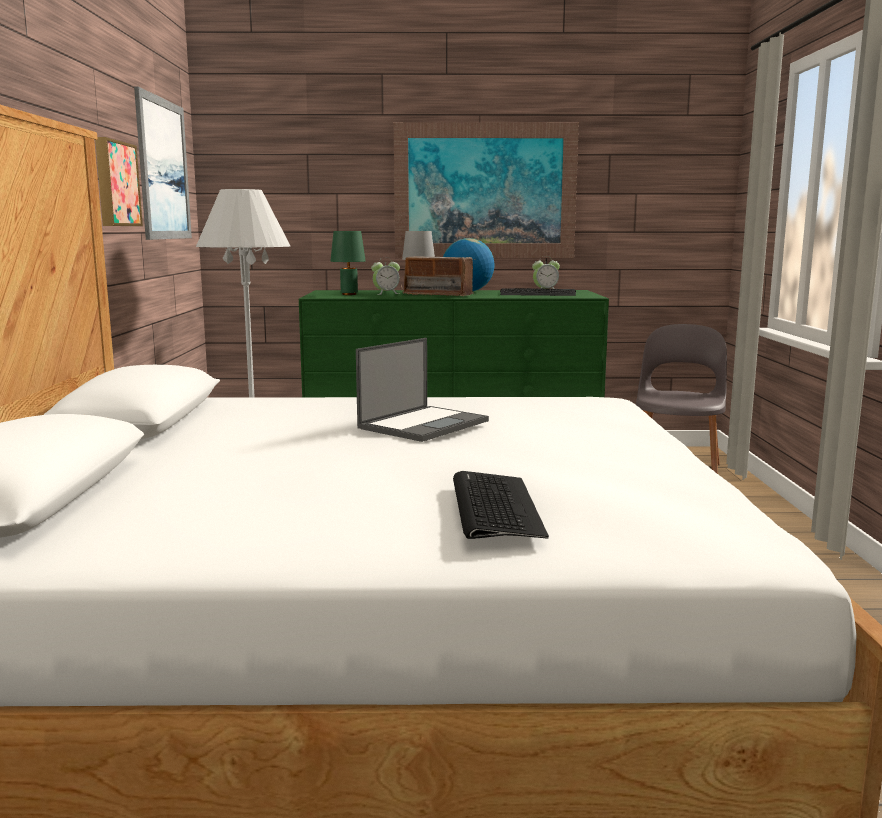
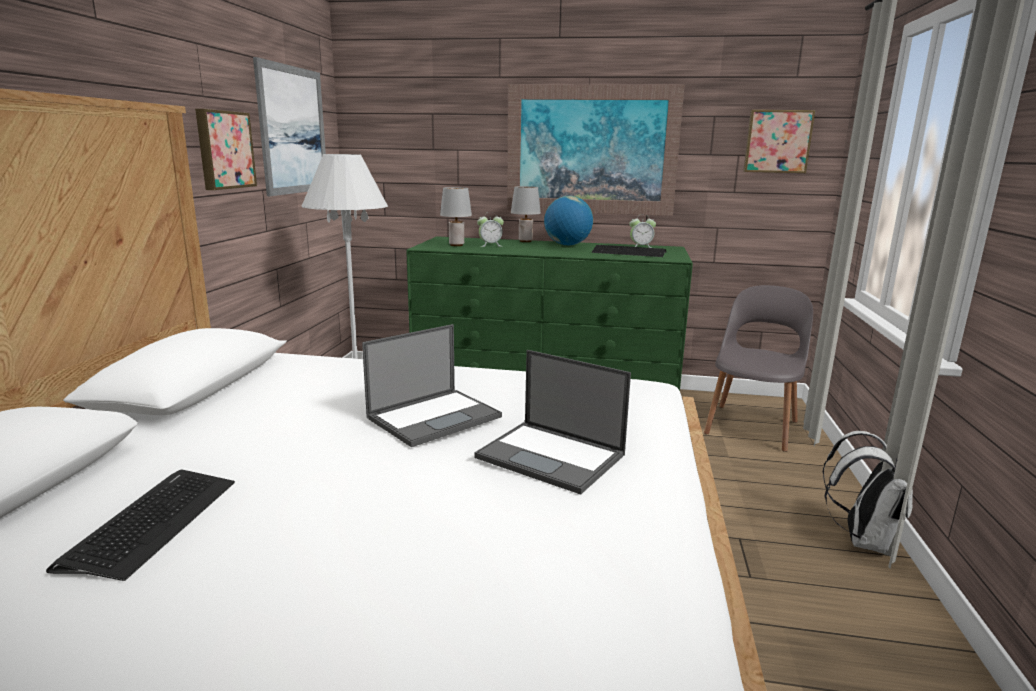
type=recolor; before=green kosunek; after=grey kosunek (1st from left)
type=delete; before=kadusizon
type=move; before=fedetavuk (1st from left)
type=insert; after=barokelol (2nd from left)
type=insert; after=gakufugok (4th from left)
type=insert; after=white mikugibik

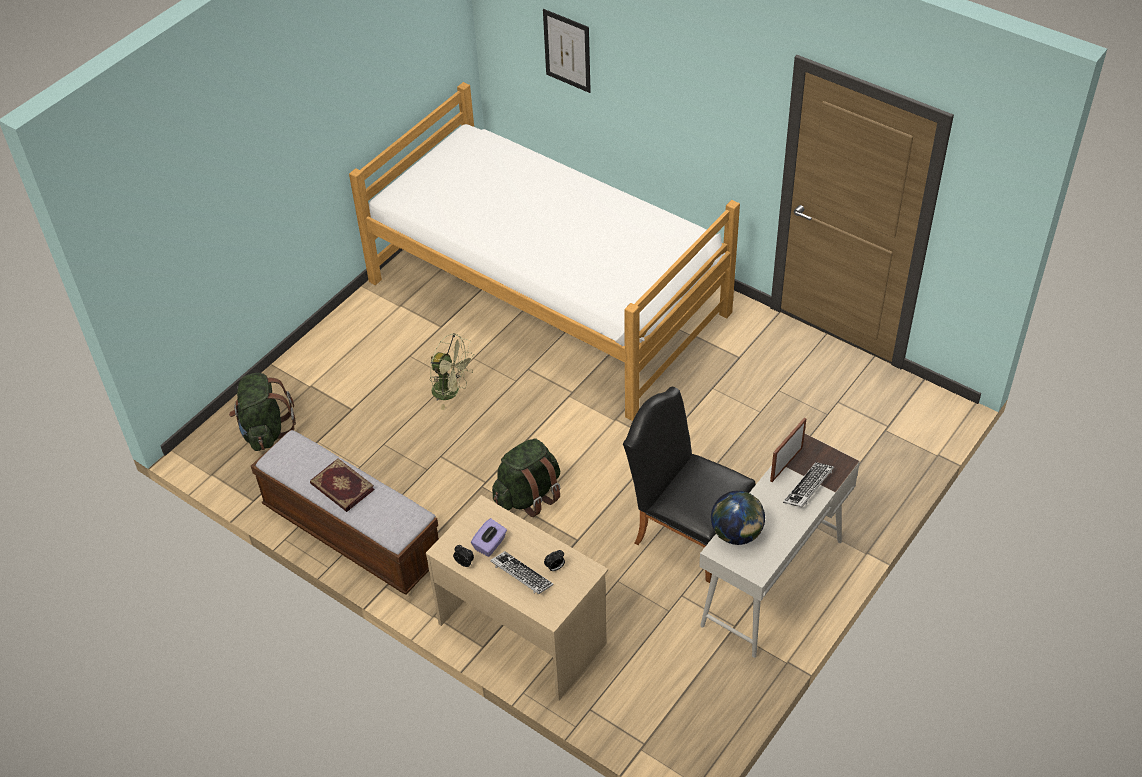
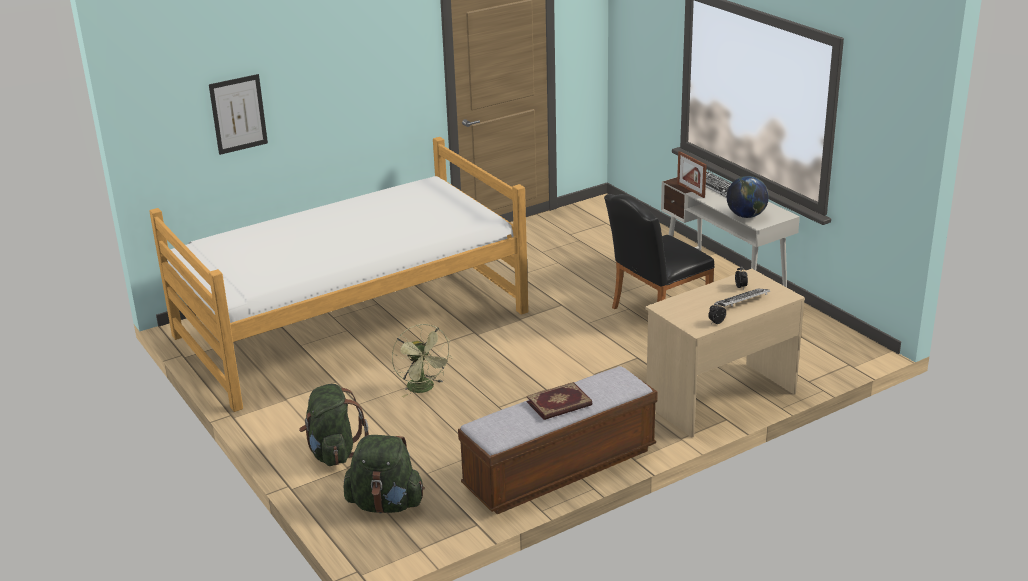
type=rotate; before=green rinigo; turn=105
type=delete; before=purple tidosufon
type=move; before=green mikugibik (2nd from left in the first image); after=green mikugibik (1st from left)

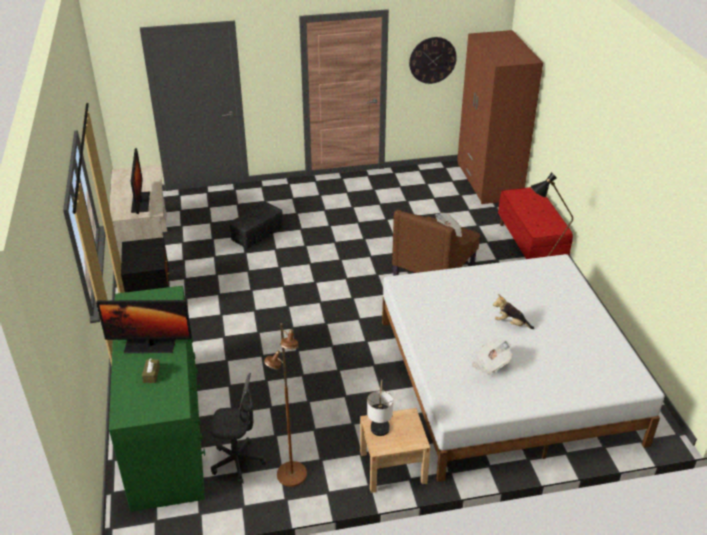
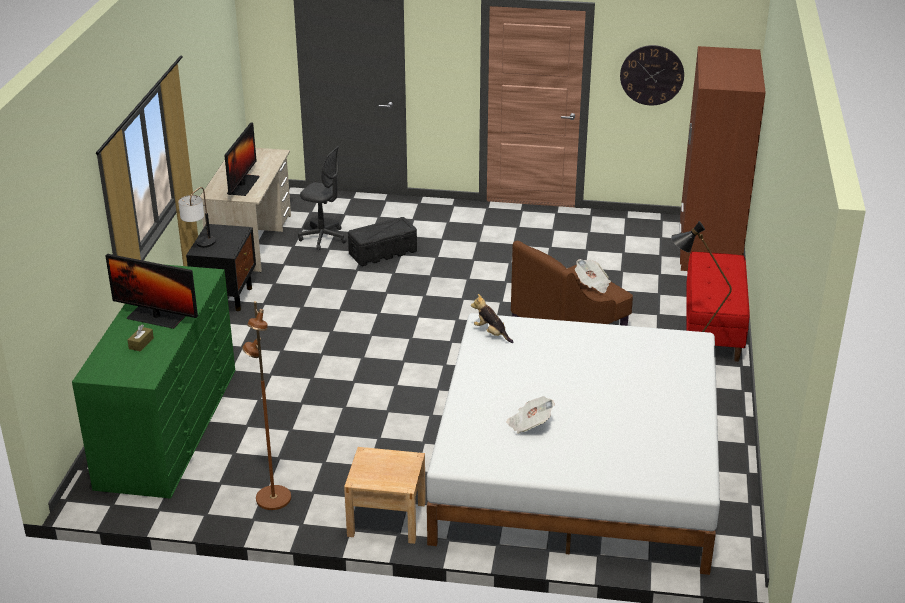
type=move; before=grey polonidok
type=move; before=kosunek
type=move; before=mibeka

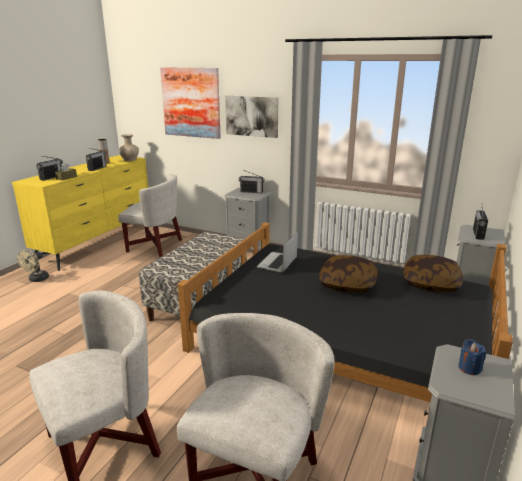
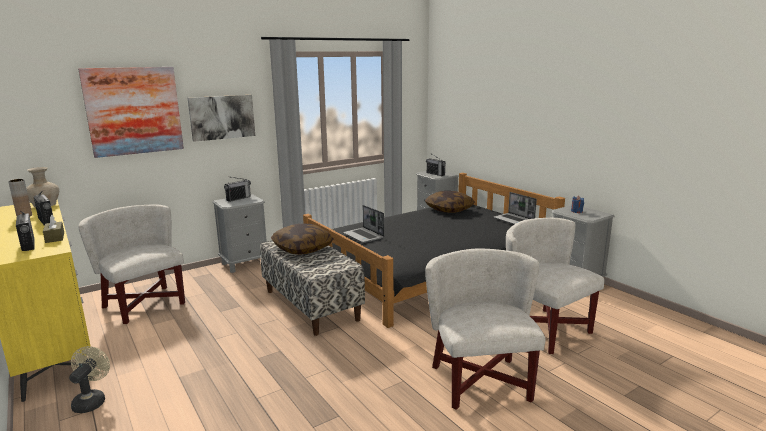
type=rotate; before=beige rinigo; turn=-135
type=rotate; before=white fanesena (2nd from left in the first image); turn=-90
type=move; before=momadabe (1st from left)
type=insert; after=barokelol (2nd from left)

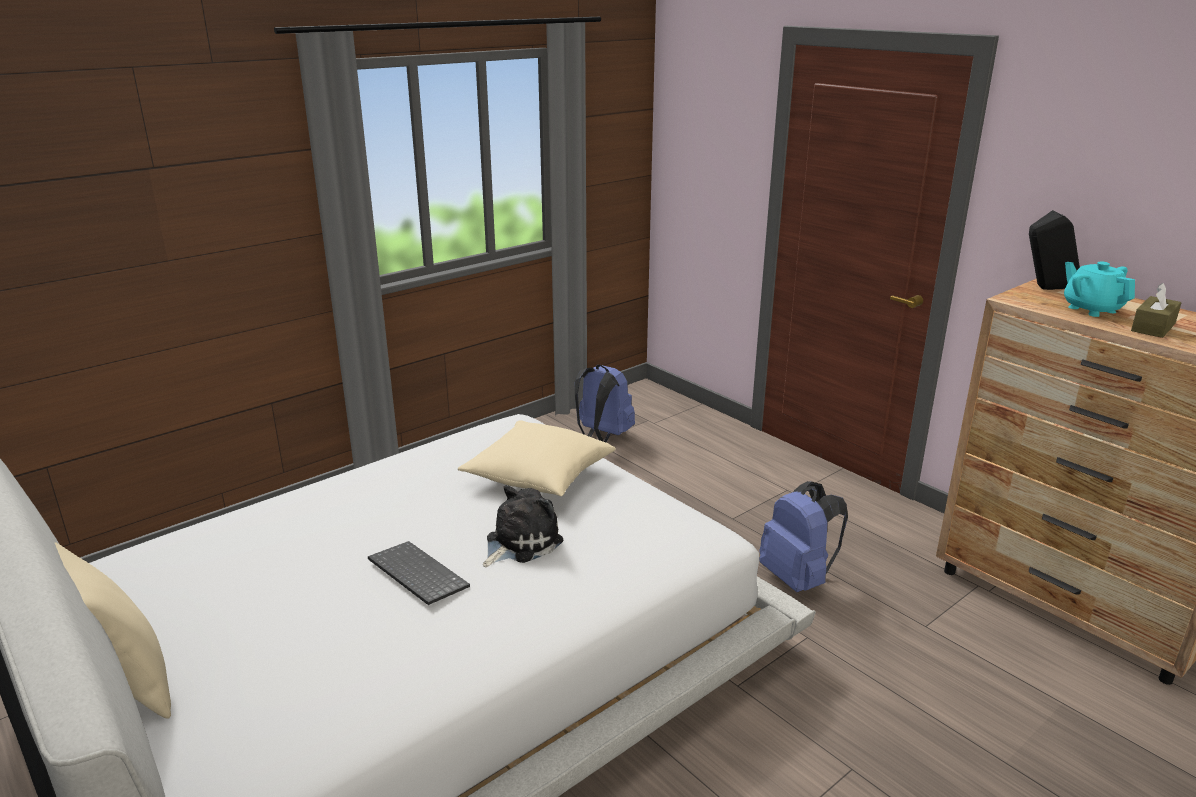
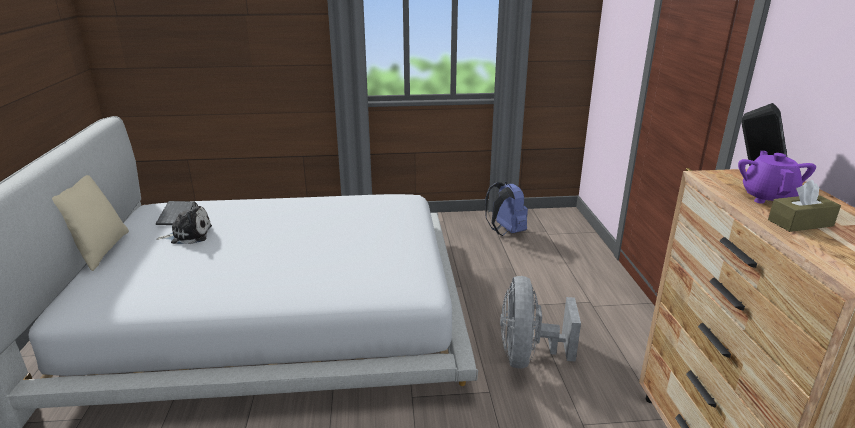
type=move; before=fedetavuk
type=delete; before=beige momadabe (2nd from left)
type=move; before=mibeka
type=replace; before=blue mikugibik (2nd from left); after=grey rinigo
type=recolor; before=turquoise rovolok; after=purple rovolok

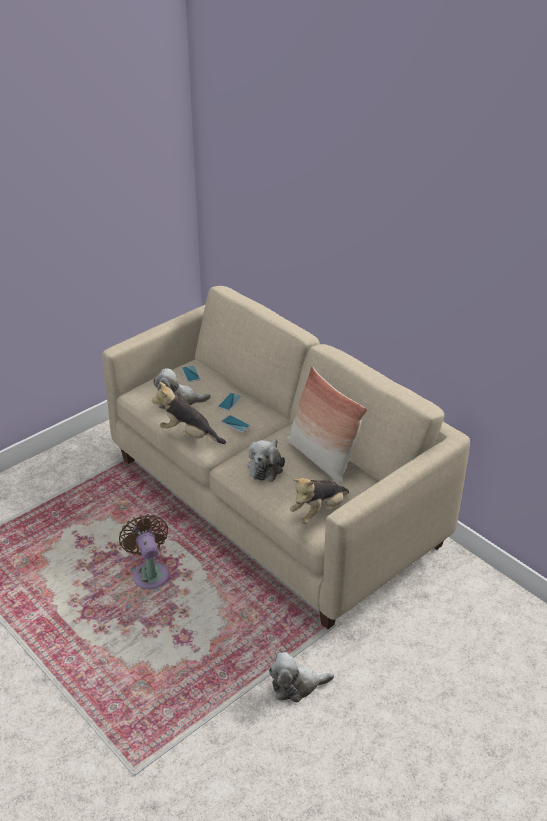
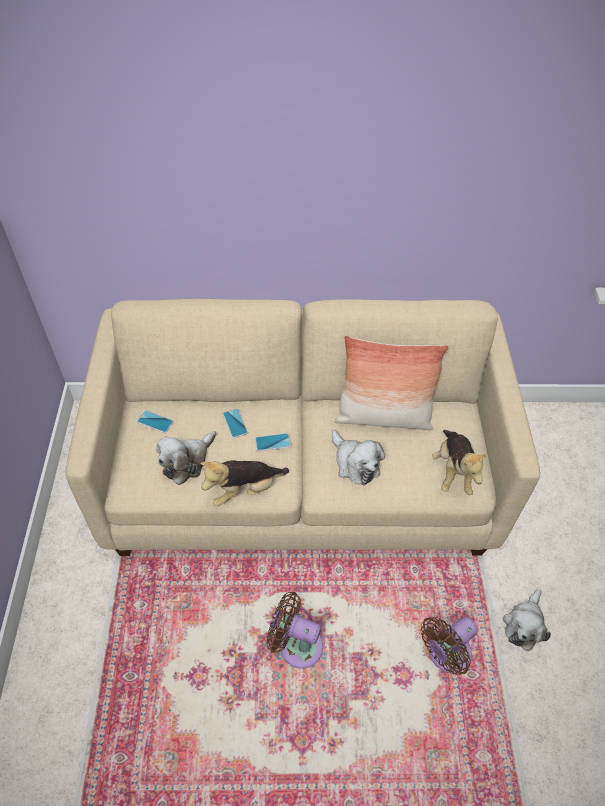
type=insert; after=brown rinigo (2nd from left)

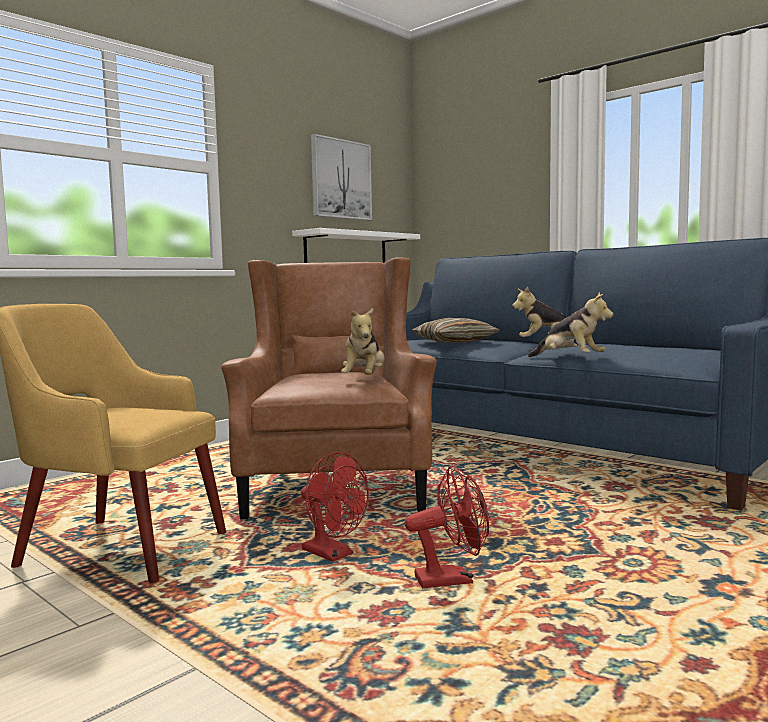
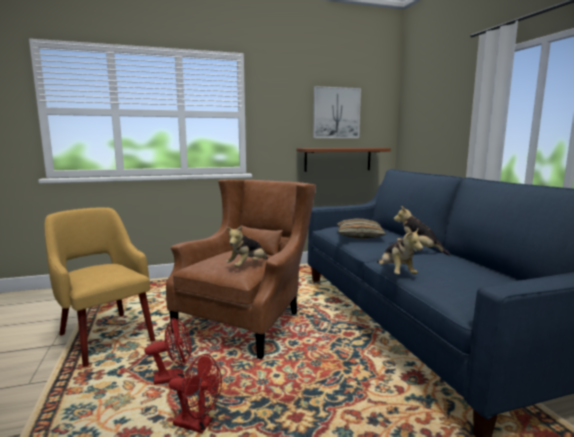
type=recolor; before=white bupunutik; after=brown bupunutik
type=rotate; before=red rinigo (1st from left); turn=-90

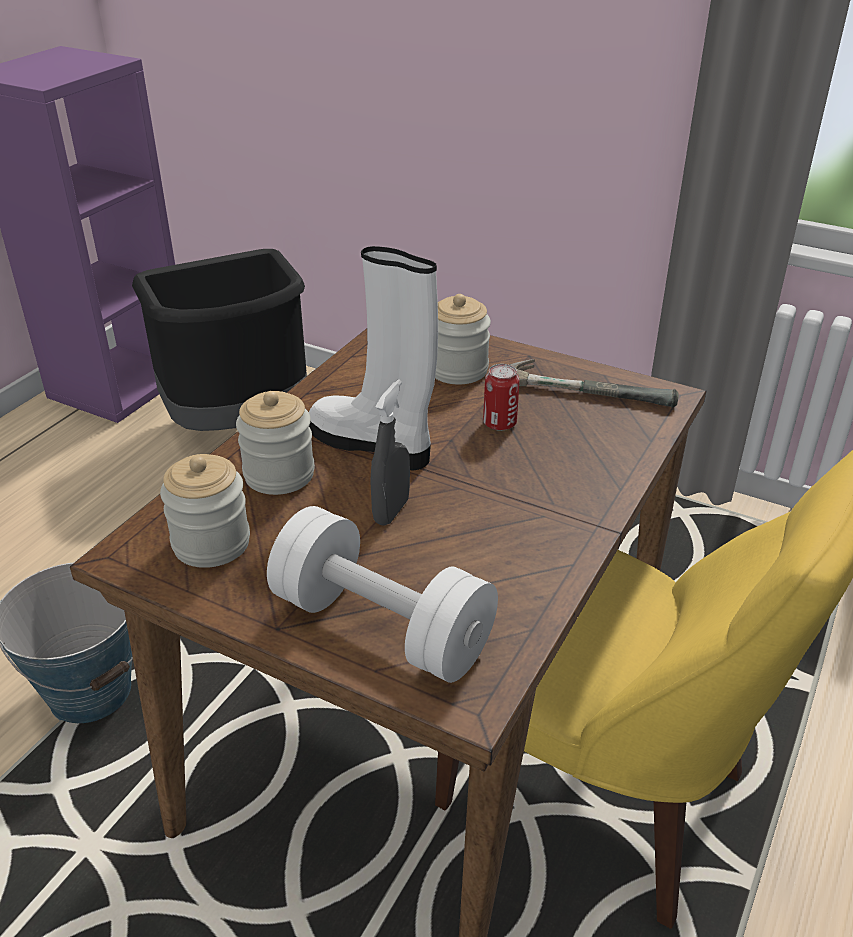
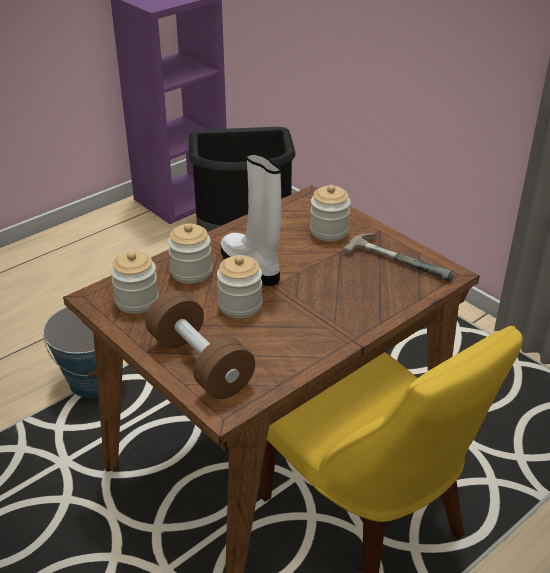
type=recolor; before=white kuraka; after=brown kuraka
type=replace; before=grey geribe; after=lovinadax (3rd from left)
type=delete; before=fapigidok

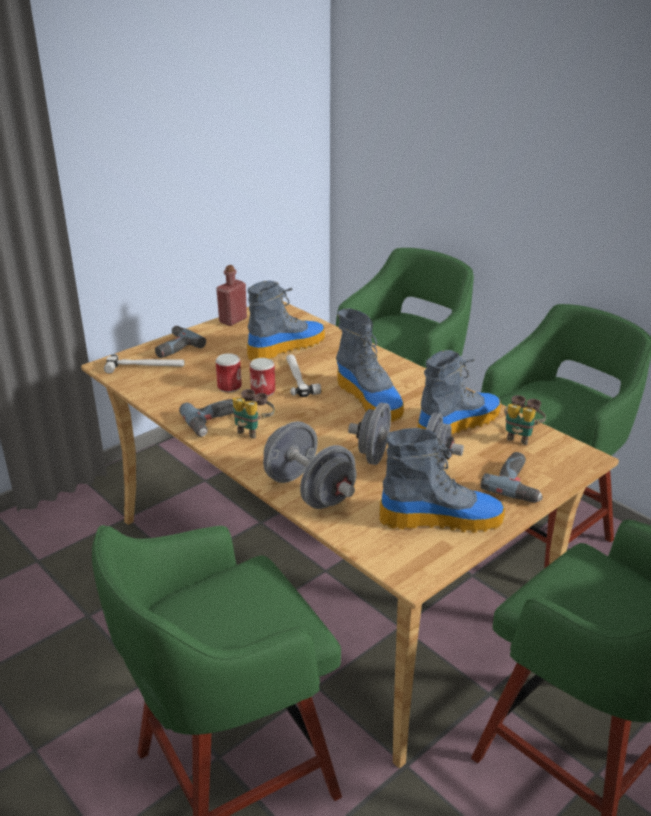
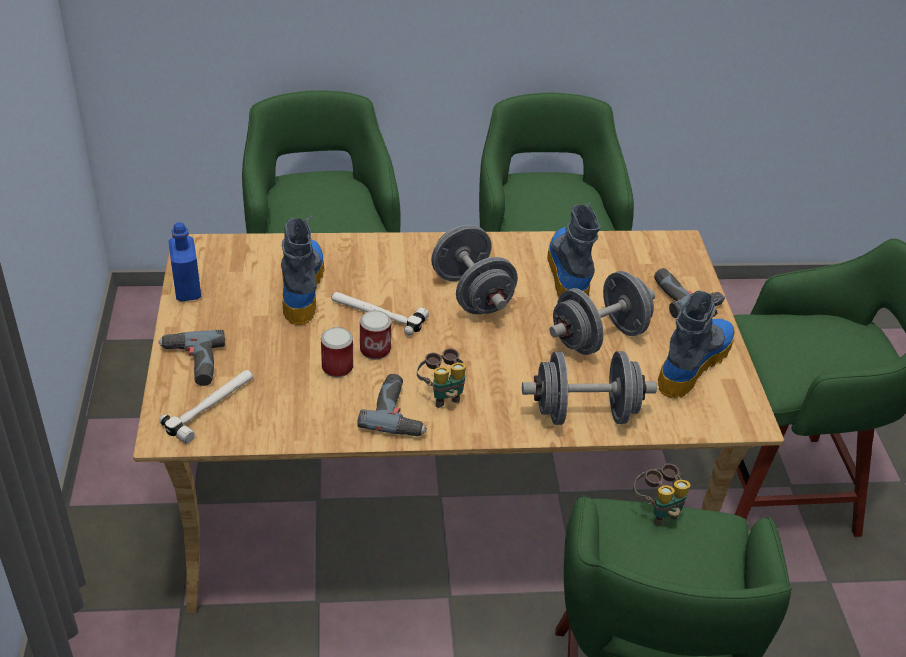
type=recolor; before=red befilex; after=blue befilex
type=replace; before=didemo (2nd from left); after=grey kuraka (1st from left)
type=move; before=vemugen (2nd from left)

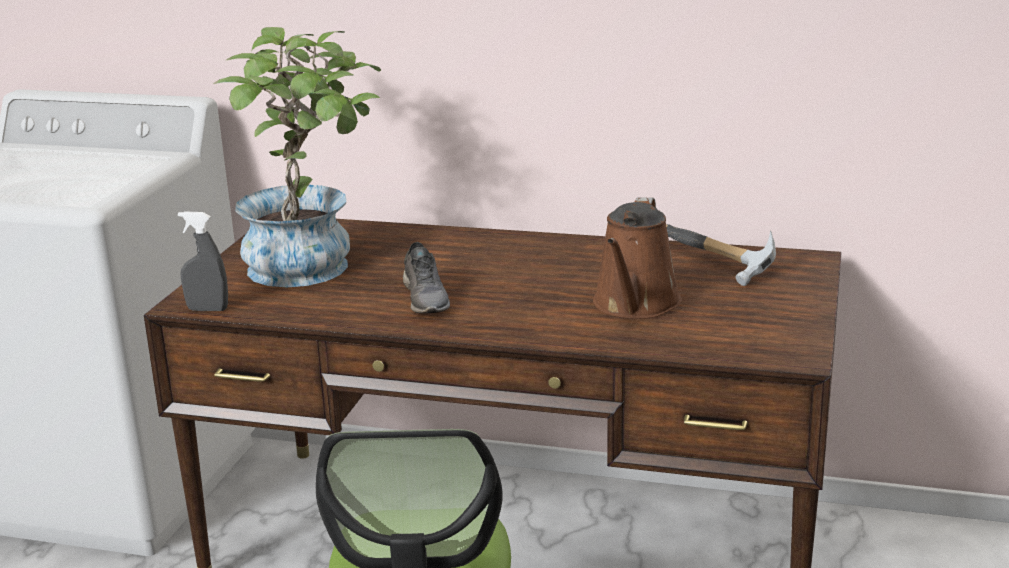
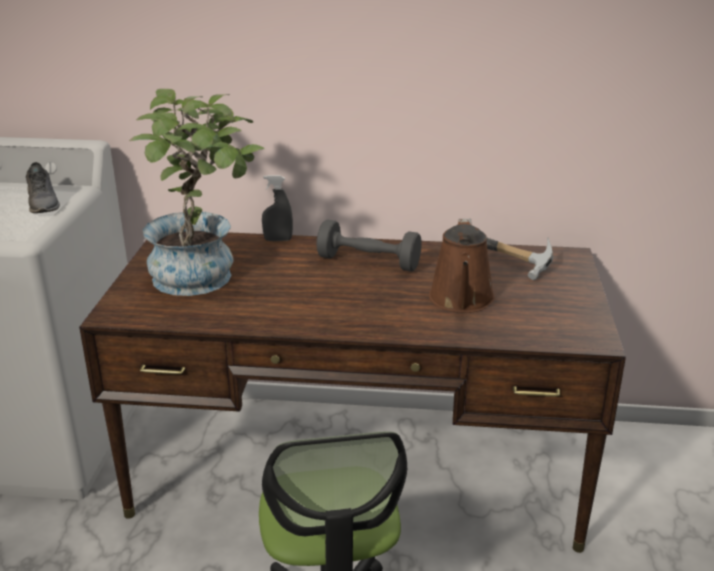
type=move; before=grey geribe
type=move; before=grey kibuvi
type=insert; after=grey kuraka

